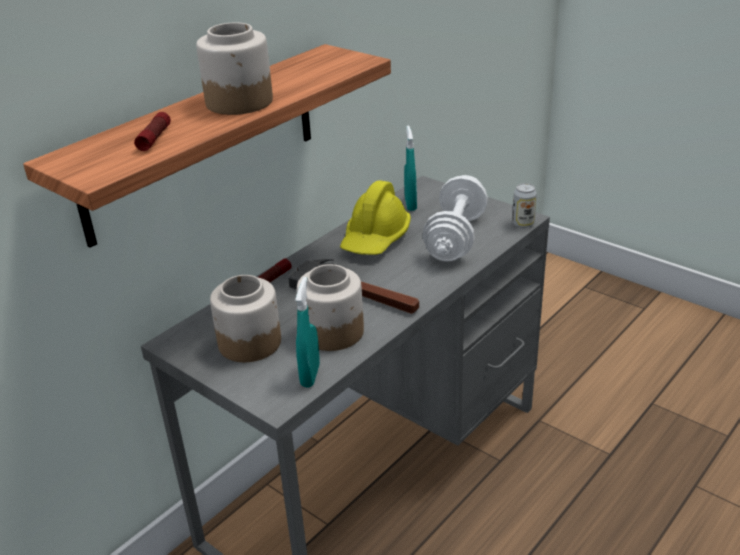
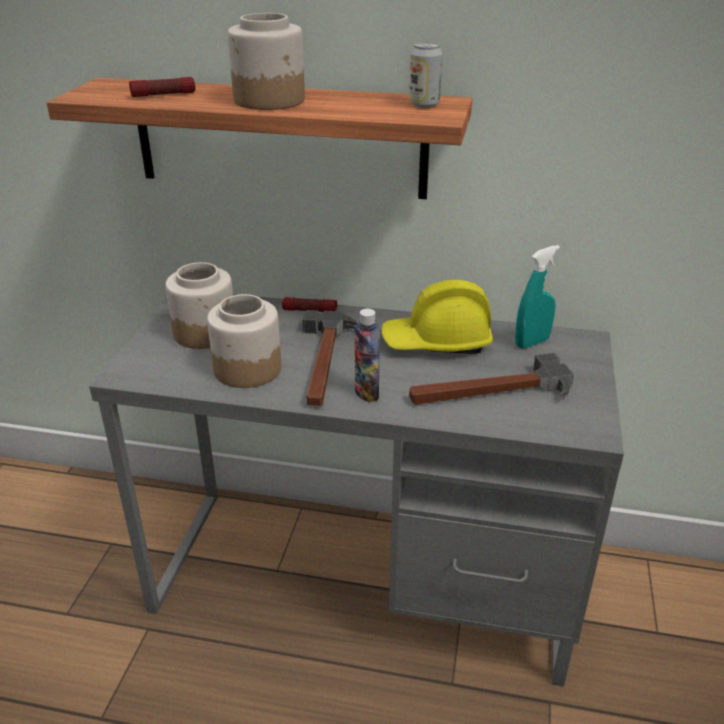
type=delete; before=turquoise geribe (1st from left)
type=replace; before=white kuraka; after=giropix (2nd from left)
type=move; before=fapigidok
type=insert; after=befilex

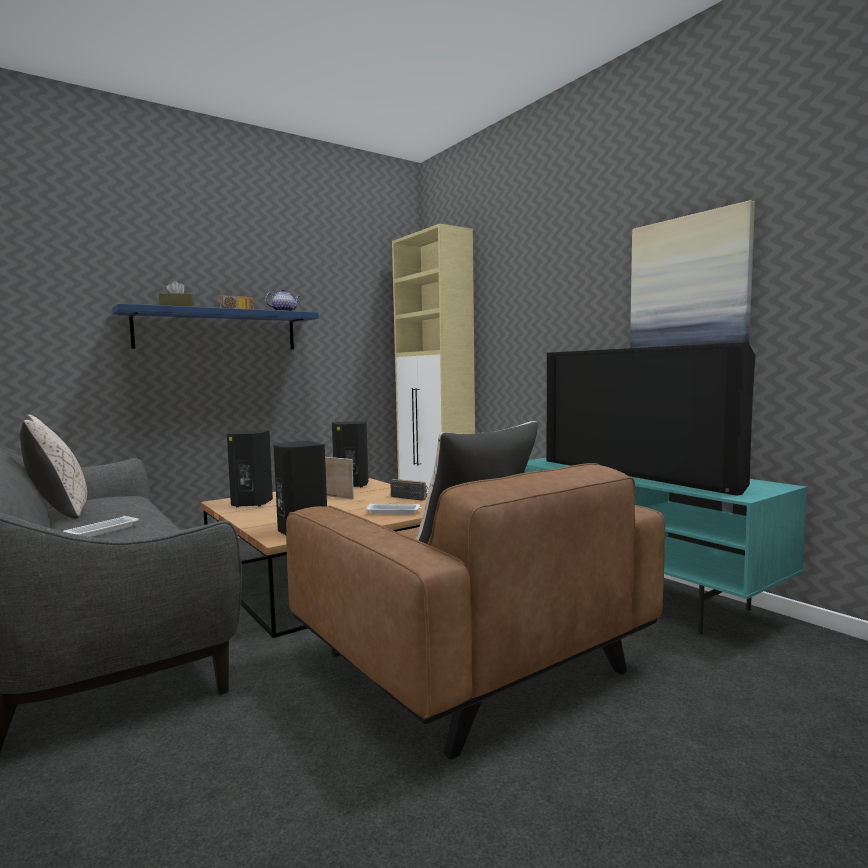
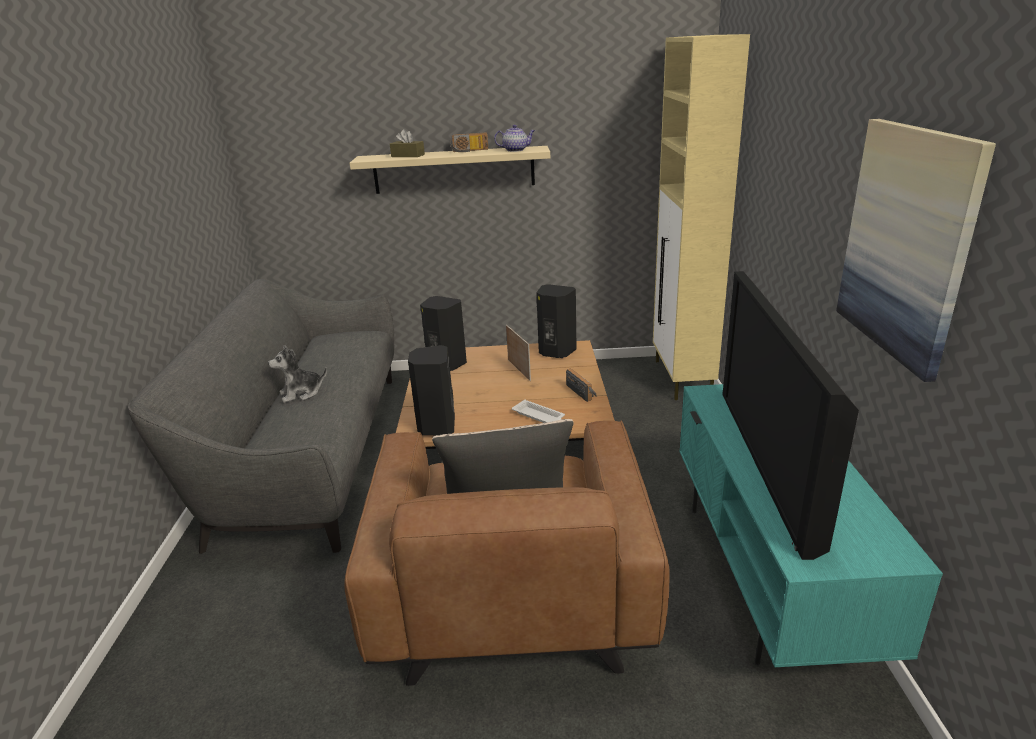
type=delete; before=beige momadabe (1st from left)
type=replace; before=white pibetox (1st from left); after=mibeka
type=recolor; before=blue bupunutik; after=beige bupunutik

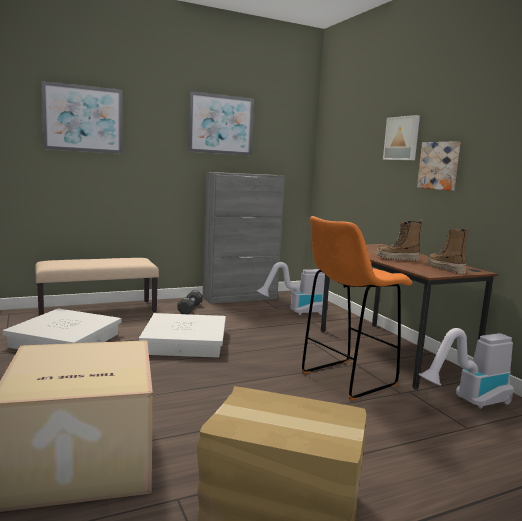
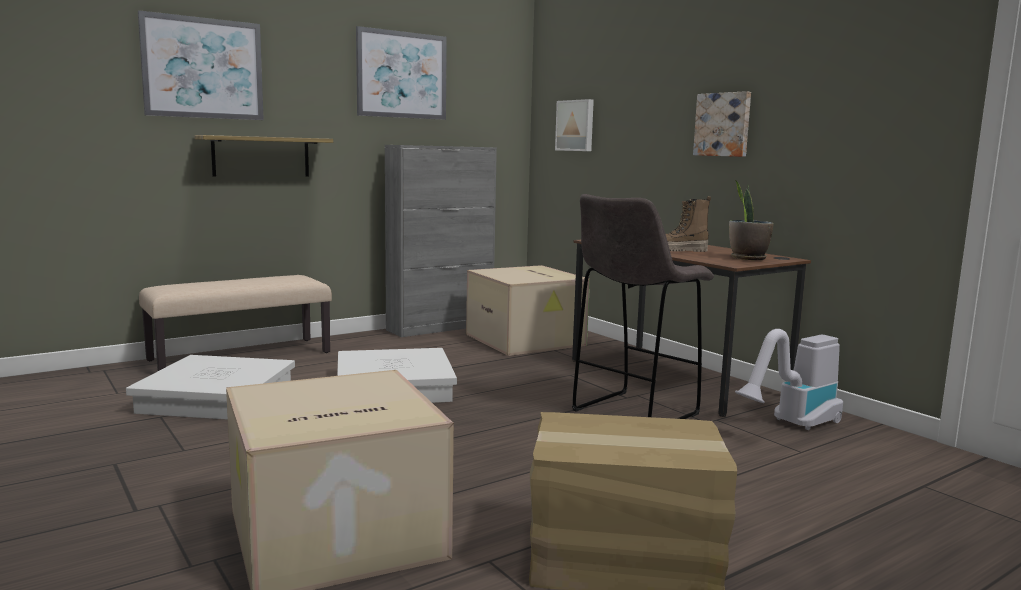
type=delete; before=black kuraka
type=replace; before=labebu (1st from left); after=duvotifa (2nd from left)
type=recolor; before=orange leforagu; after=grey leforagu
type=move; before=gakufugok (3rd from left)
type=replace; before=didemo (2nd from left); after=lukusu
type=insert; after=bupunutik

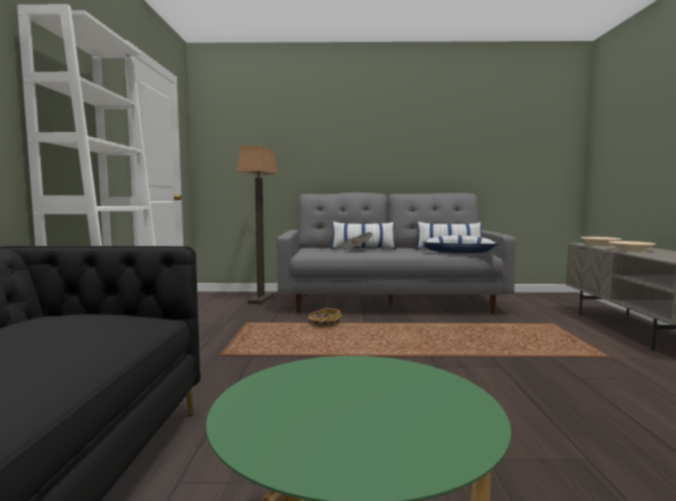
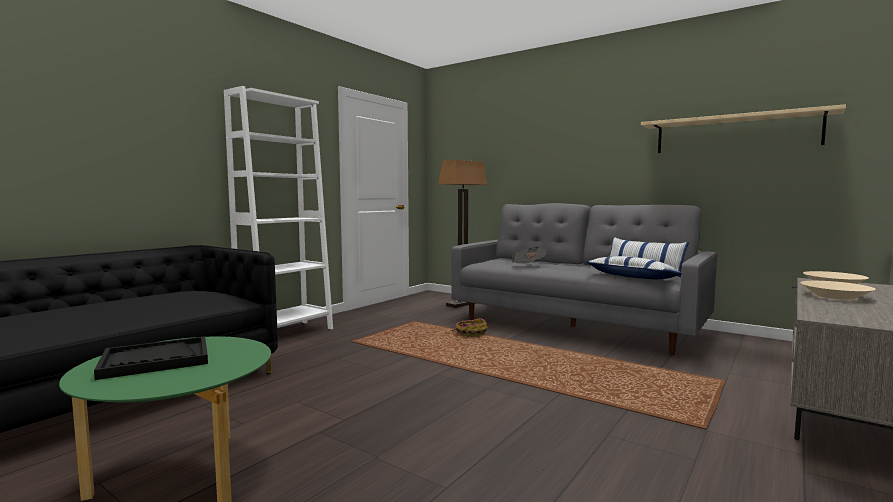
type=delete; before=momadabe (1st from left)
type=insert; after=black pibetox
type=insert; after=beige bupunutik

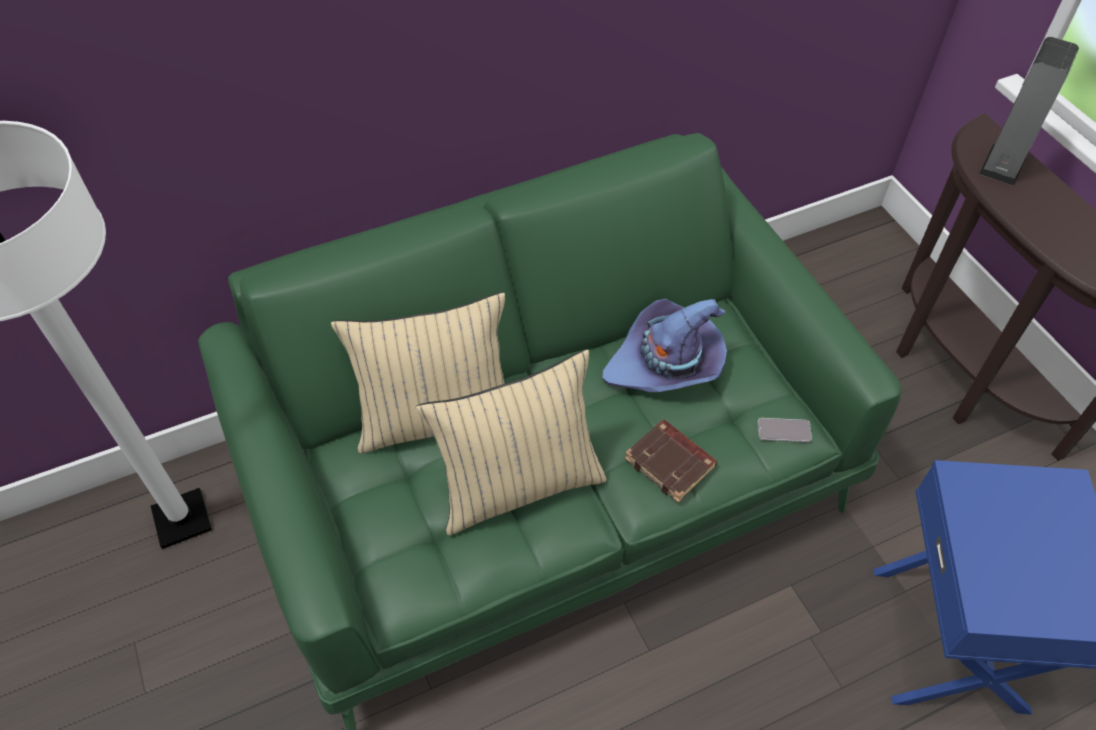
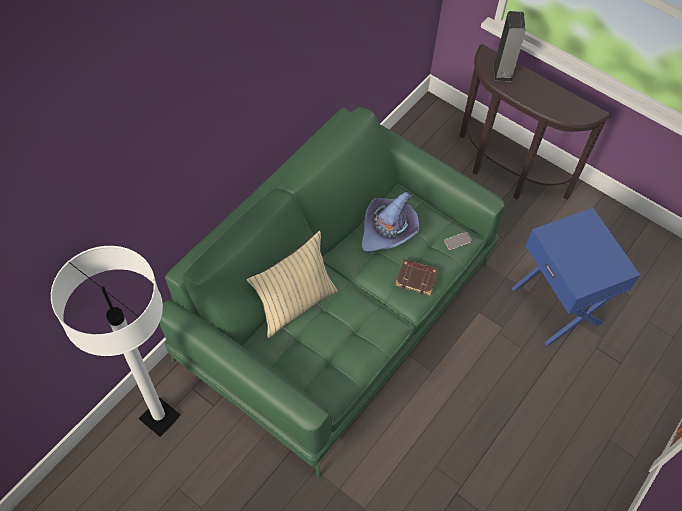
type=delete; before=beige momadabe (2nd from left)

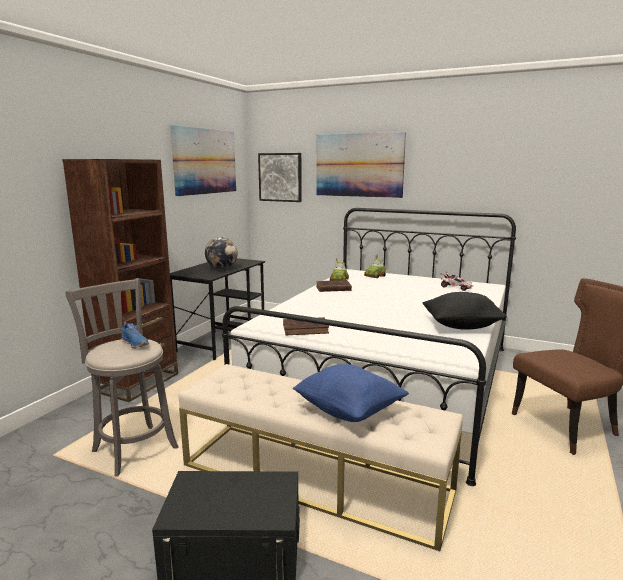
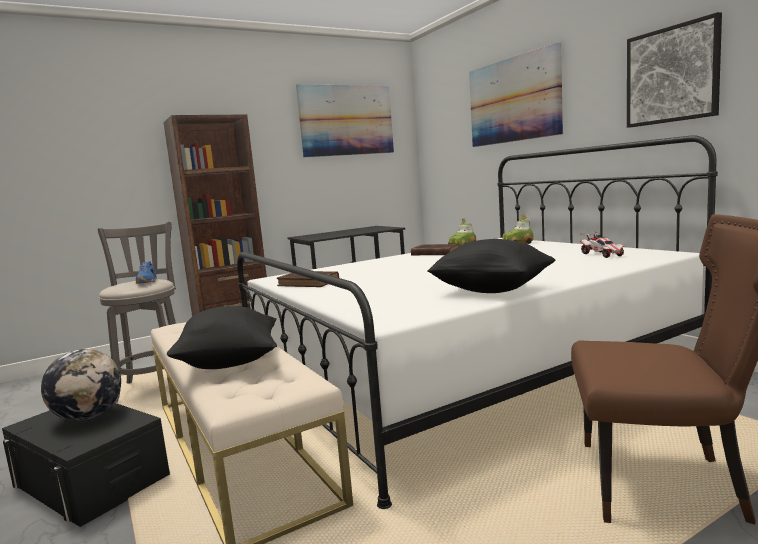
type=move; before=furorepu
type=move; before=gakufugok (2nd from left in the first image); after=gakufugok (3rd from left)
type=recolor; before=blue momadabe; after=black momadabe (1st from left)

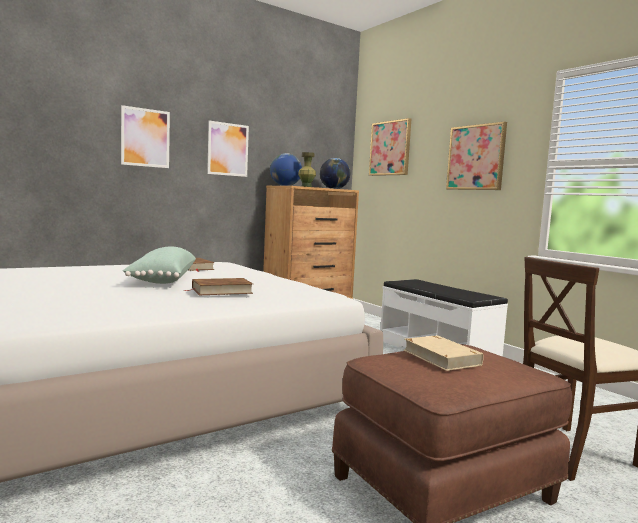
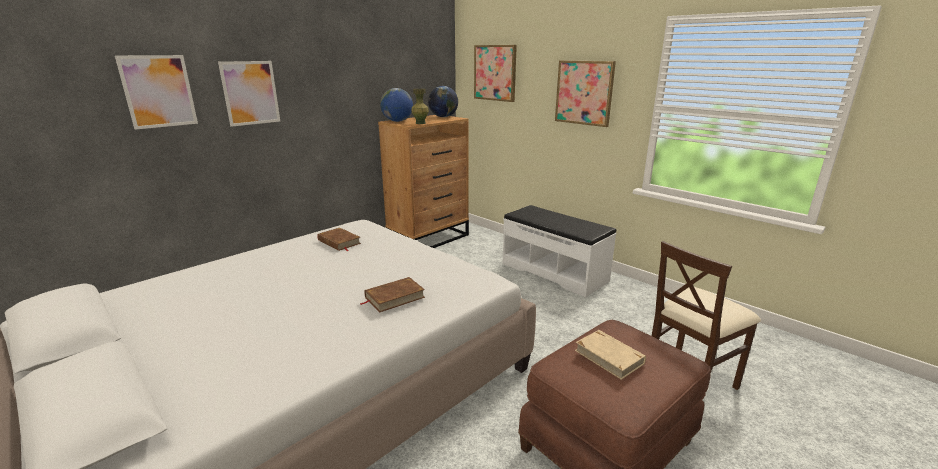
type=delete; before=green momadabe
type=move; before=gakufugok (2nd from left in the first image); after=gakufugok (1st from left)

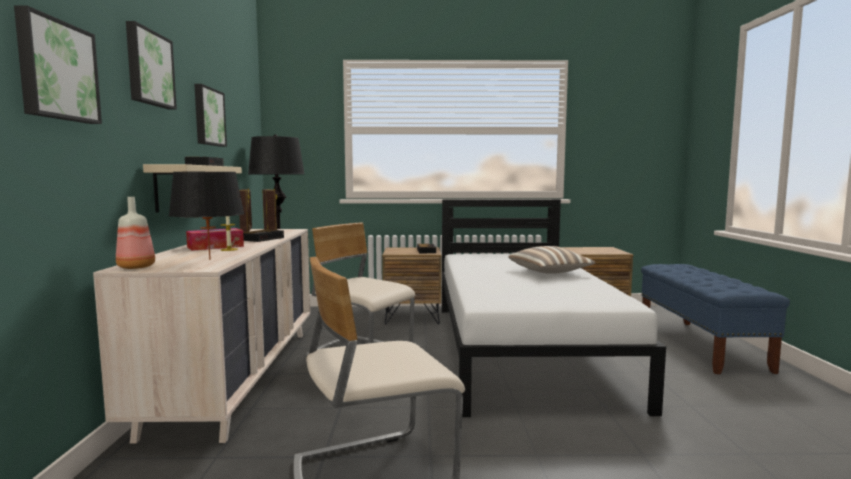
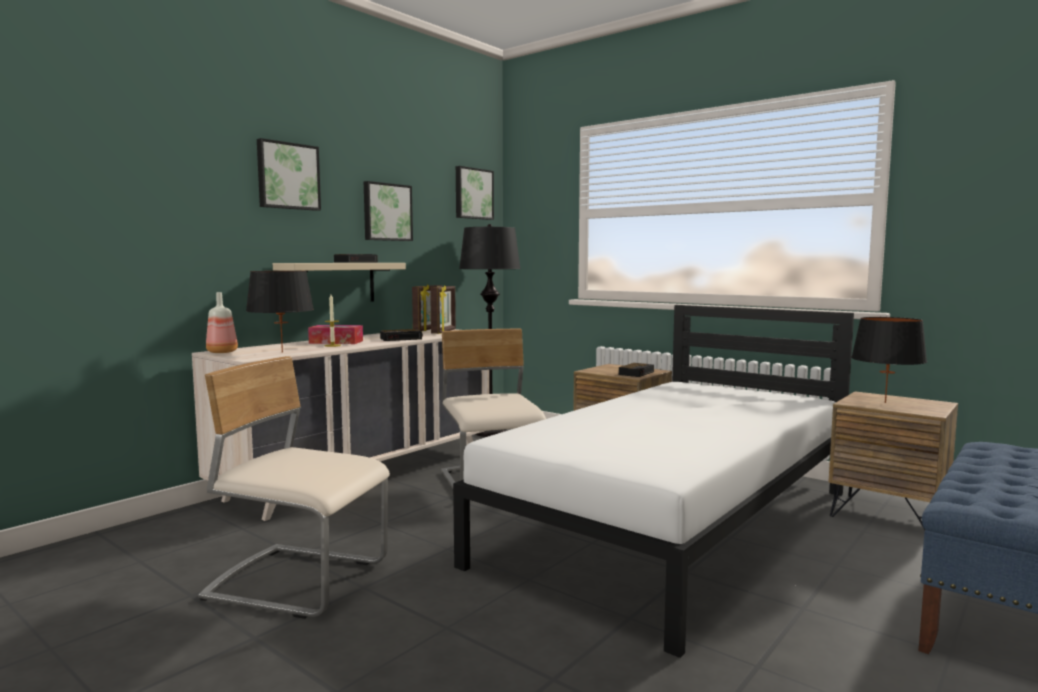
type=move; before=gakufugok (1st from left in the first image); after=gakufugok (3rd from left)
type=delete; before=momadabe
type=insert; after=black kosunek (2nd from left)

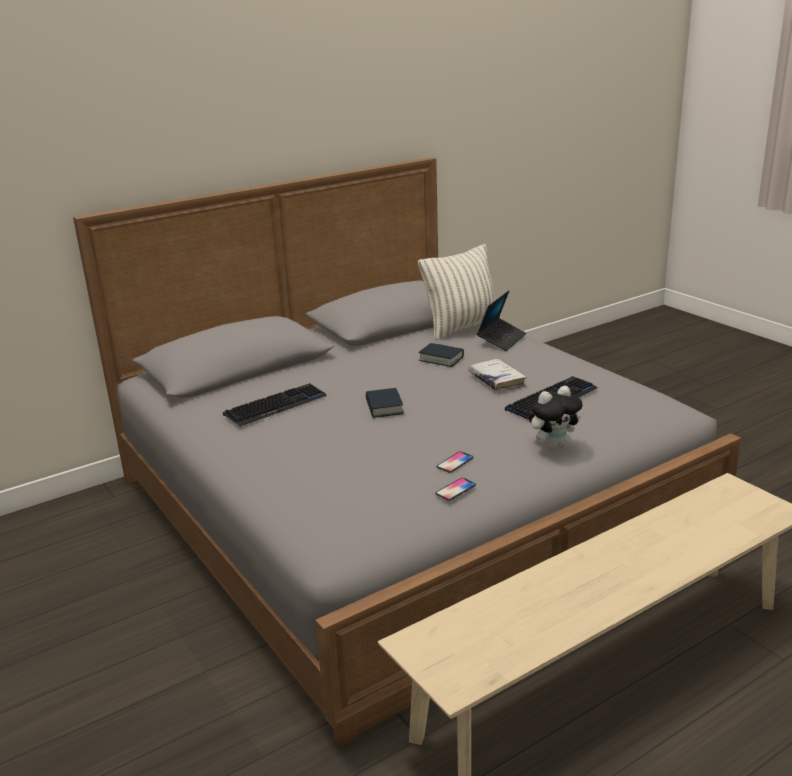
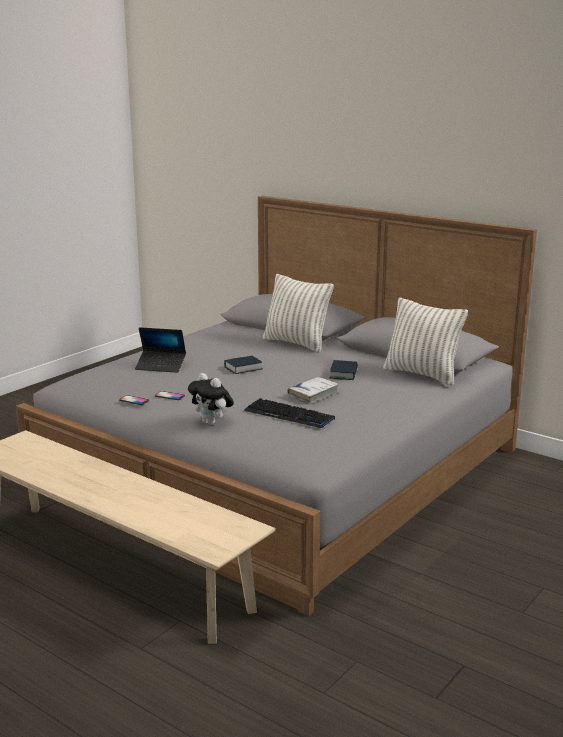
type=delete; before=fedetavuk (1st from left)
type=move; before=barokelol
type=insert; after=momadabe (1st from left)

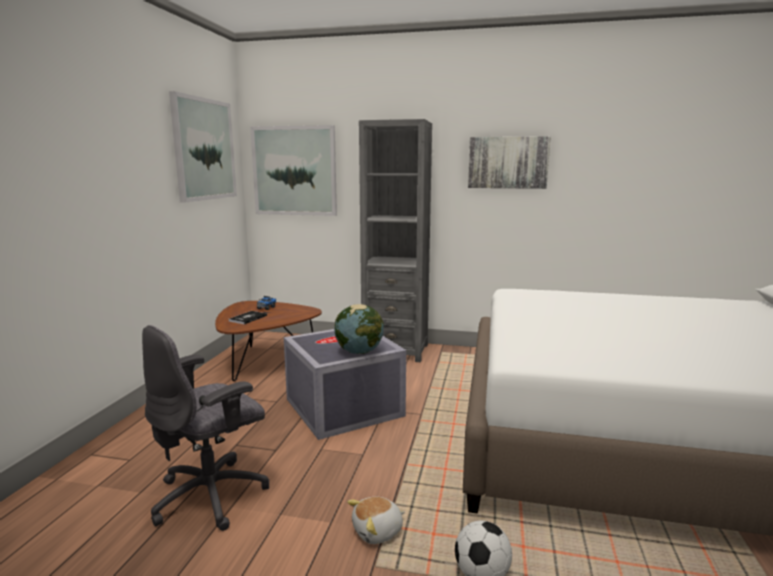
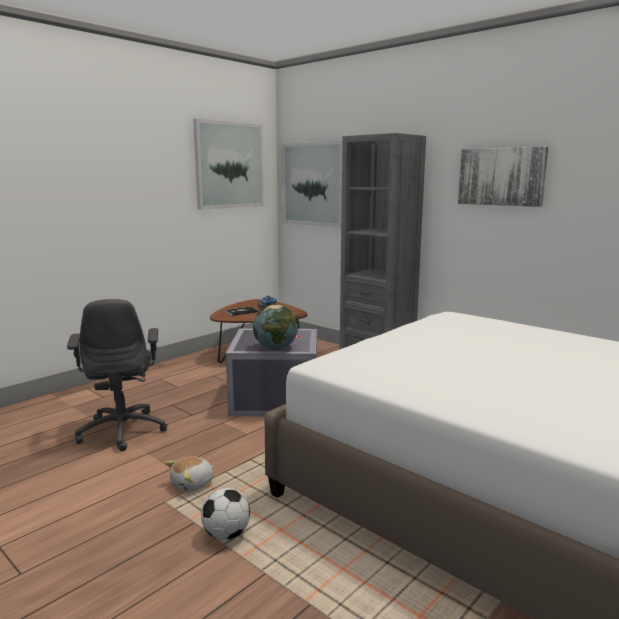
type=rotate; before=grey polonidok; turn=-90
type=rotate; before=mibeka; turn=-45

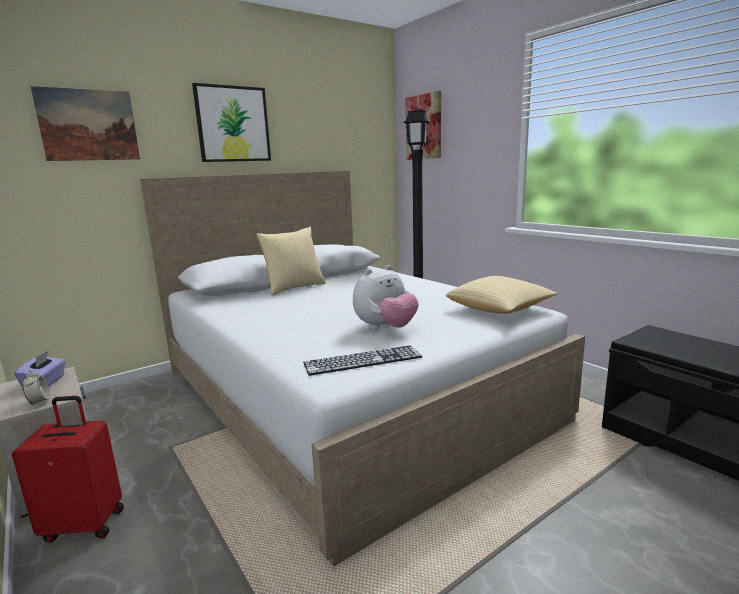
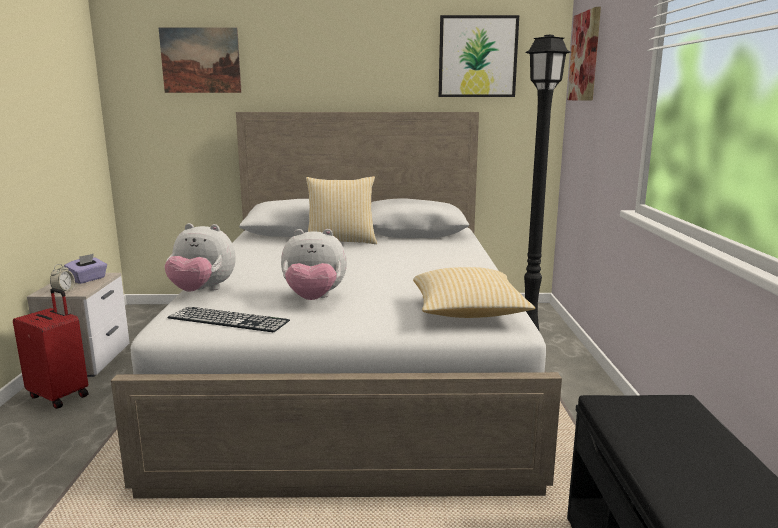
type=move; before=gakufugok (2nd from left)
type=insert; after=mibeka (1st from left)

